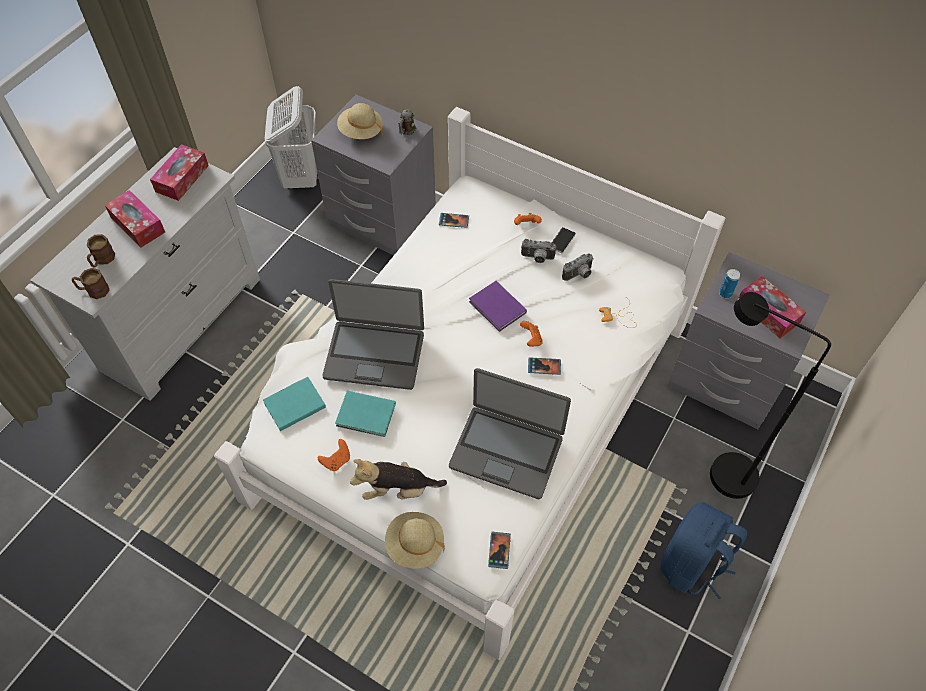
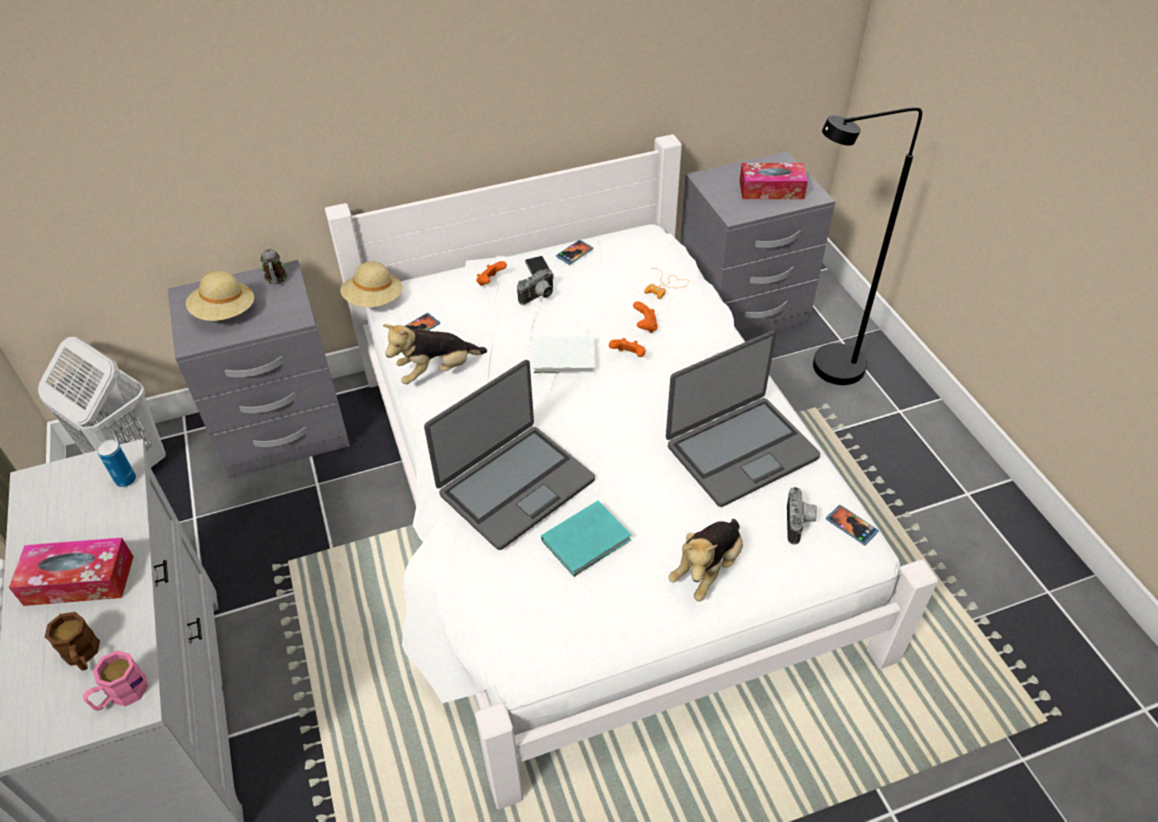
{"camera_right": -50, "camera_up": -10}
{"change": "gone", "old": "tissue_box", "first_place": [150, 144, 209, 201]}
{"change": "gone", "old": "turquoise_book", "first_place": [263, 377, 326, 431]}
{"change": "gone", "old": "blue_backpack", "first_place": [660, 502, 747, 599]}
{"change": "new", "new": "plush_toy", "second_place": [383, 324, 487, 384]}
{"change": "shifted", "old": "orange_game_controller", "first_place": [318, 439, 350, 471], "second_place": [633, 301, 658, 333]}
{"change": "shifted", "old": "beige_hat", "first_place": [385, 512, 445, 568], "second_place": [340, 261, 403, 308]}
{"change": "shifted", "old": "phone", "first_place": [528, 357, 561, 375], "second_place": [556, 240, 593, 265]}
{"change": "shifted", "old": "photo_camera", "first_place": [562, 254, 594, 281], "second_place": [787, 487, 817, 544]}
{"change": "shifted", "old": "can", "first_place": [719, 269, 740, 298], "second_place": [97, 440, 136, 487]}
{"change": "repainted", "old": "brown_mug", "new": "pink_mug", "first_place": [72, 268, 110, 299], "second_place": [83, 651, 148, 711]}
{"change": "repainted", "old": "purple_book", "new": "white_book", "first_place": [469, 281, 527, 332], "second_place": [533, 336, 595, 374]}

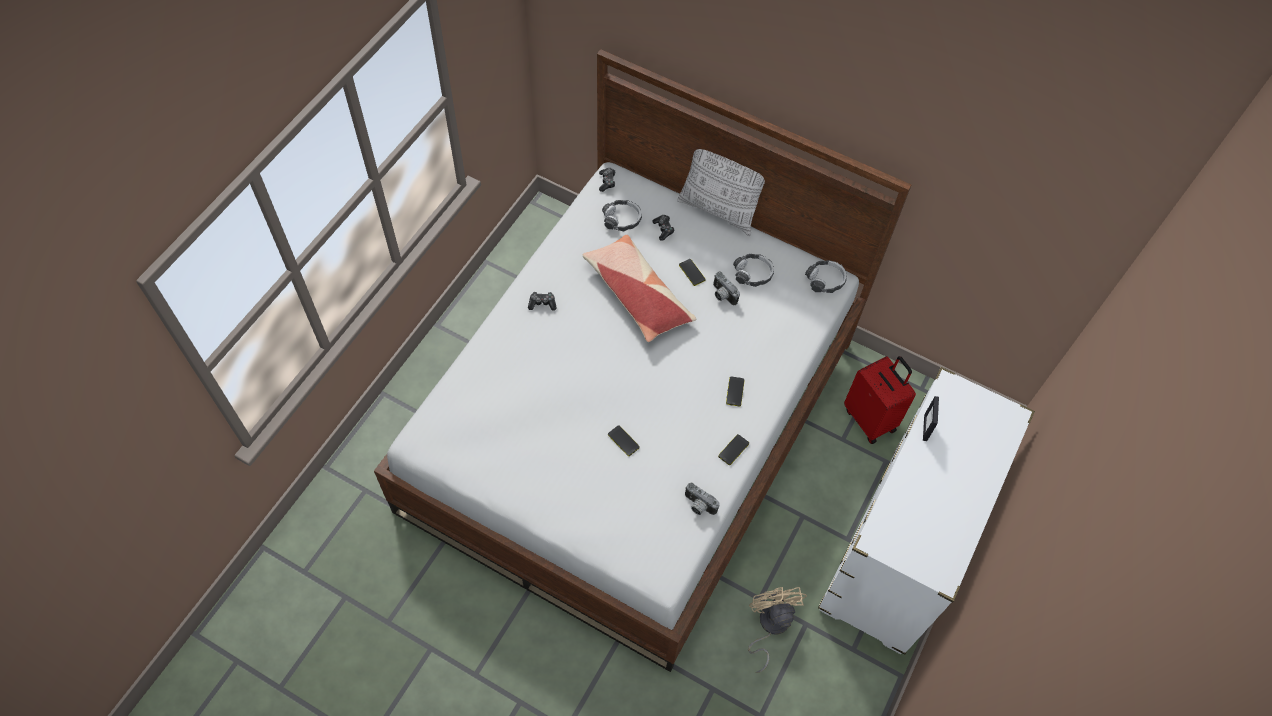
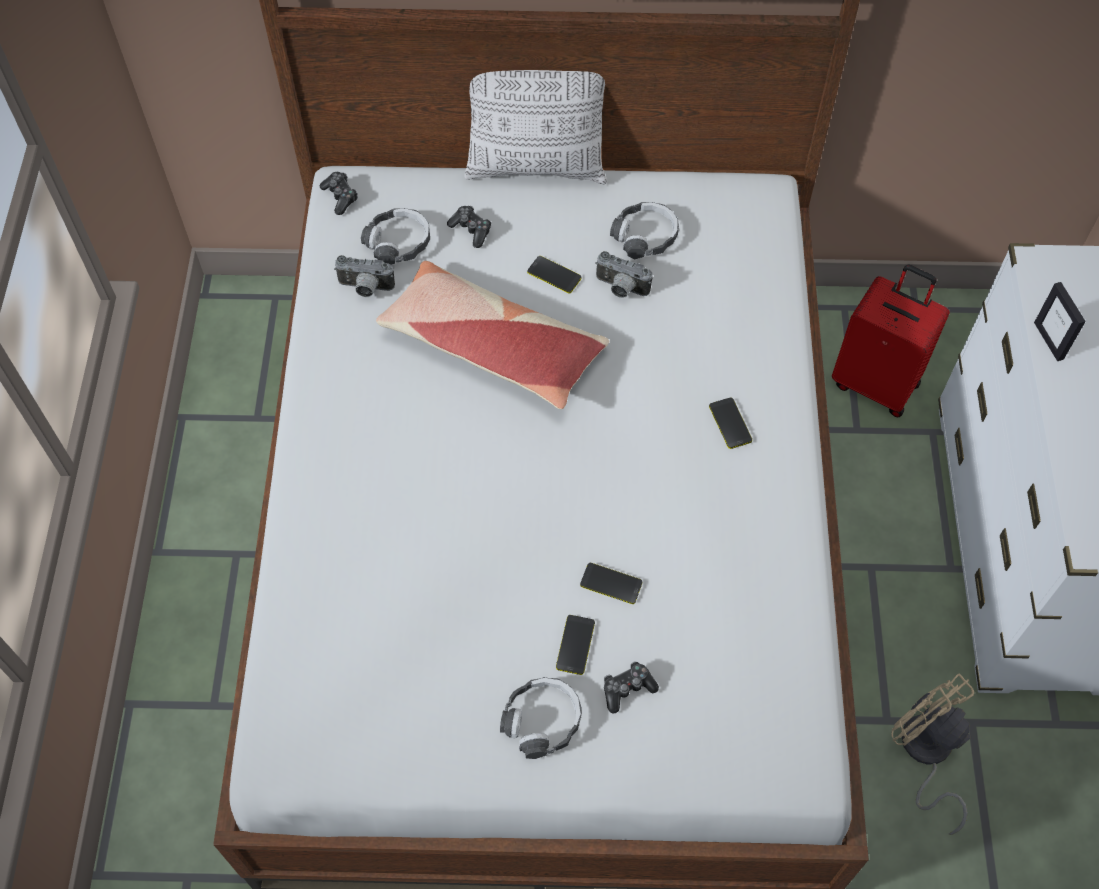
{"camera_right": -25, "camera_up": 0}
{"change": "shifted", "old": "game_controller", "first_place": [528, 292, 556, 311], "second_place": [604, 661, 659, 714]}
{"change": "shifted", "old": "photo_camera", "first_place": [685, 483, 719, 515], "second_place": [334, 255, 395, 297]}
{"change": "shifted", "old": "phone", "first_place": [718, 434, 749, 465], "second_place": [556, 615, 595, 675]}
{"change": "shifted", "old": "headphones", "first_place": [805, 260, 847, 293], "second_place": [500, 677, 582, 759]}

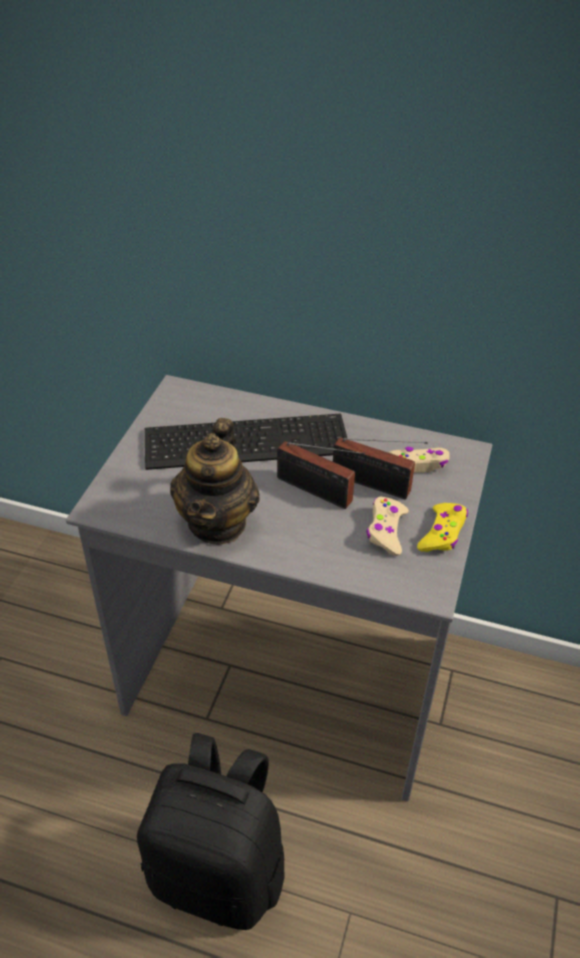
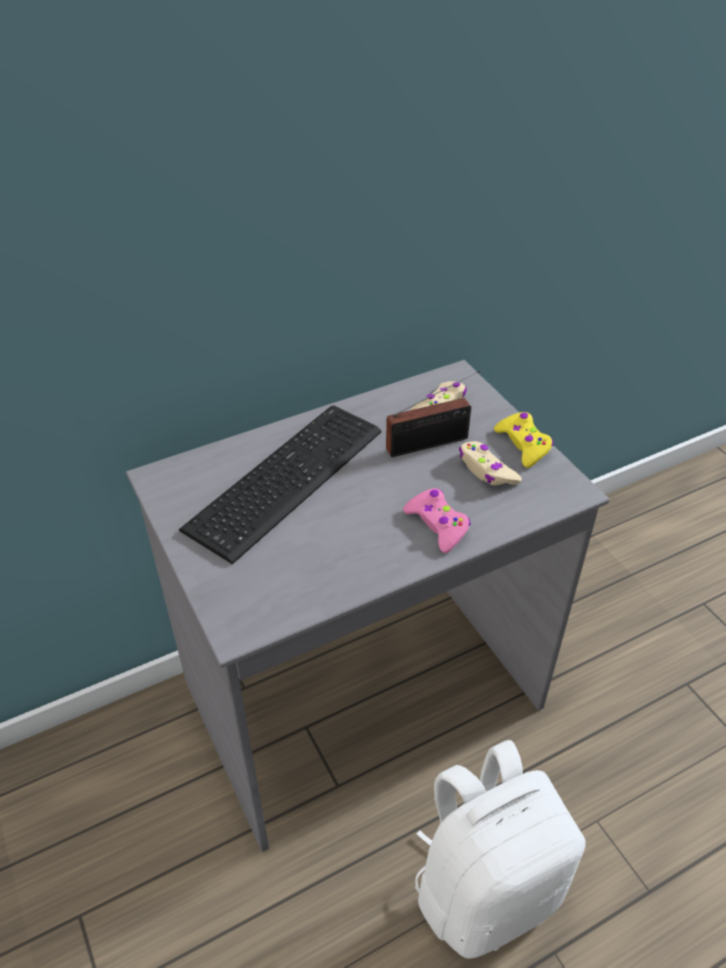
{"camera_right": -45, "camera_up": 0}
{"change": "gone", "old": "teapot", "first_place": [170, 418, 260, 545]}
{"change": "gone", "old": "radio", "first_place": [277, 441, 365, 509]}
{"change": "new", "new": "pink_game_controller", "second_place": [403, 488, 471, 553]}
{"change": "repainted", "old": "black_backpack", "new": "white_backpack", "first_place": [137, 733, 285, 930], "second_place": [415, 740, 586, 959]}

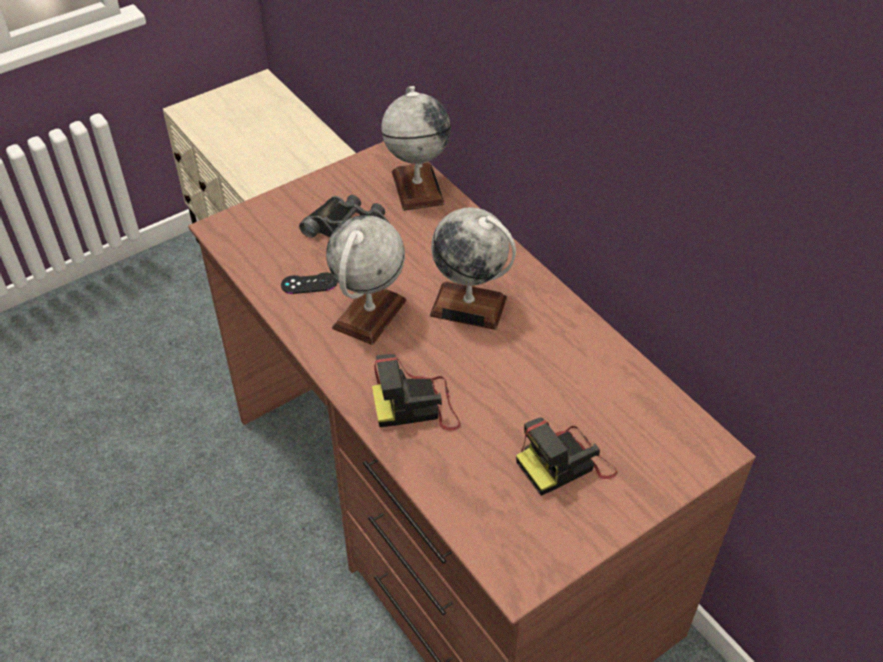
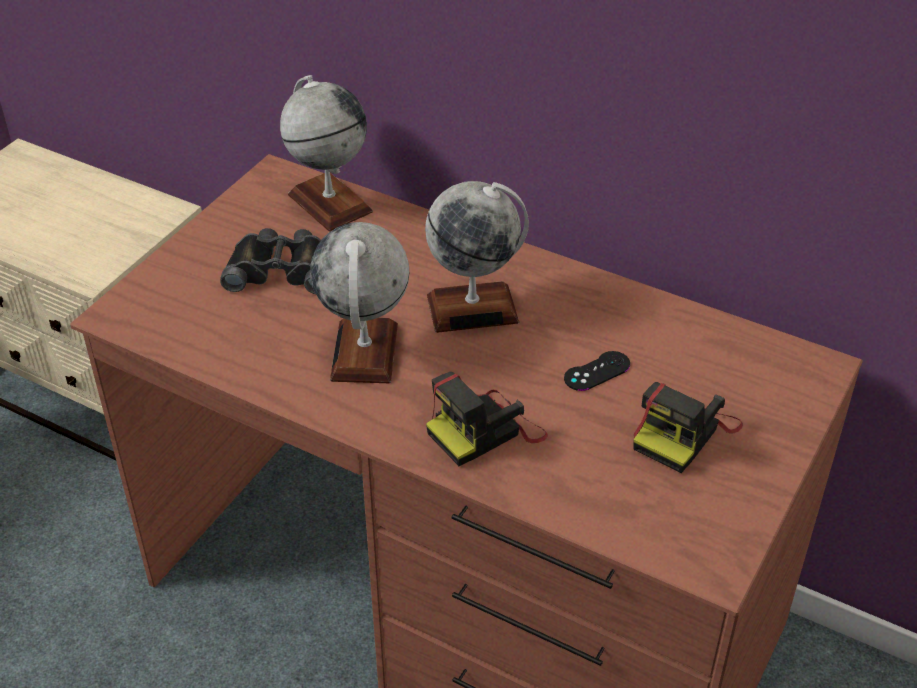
{"camera_right": -25, "camera_up": -5}
{"change": "shifted", "old": "black_game_controller", "first_place": [281, 272, 337, 294], "second_place": [564, 351, 630, 391]}

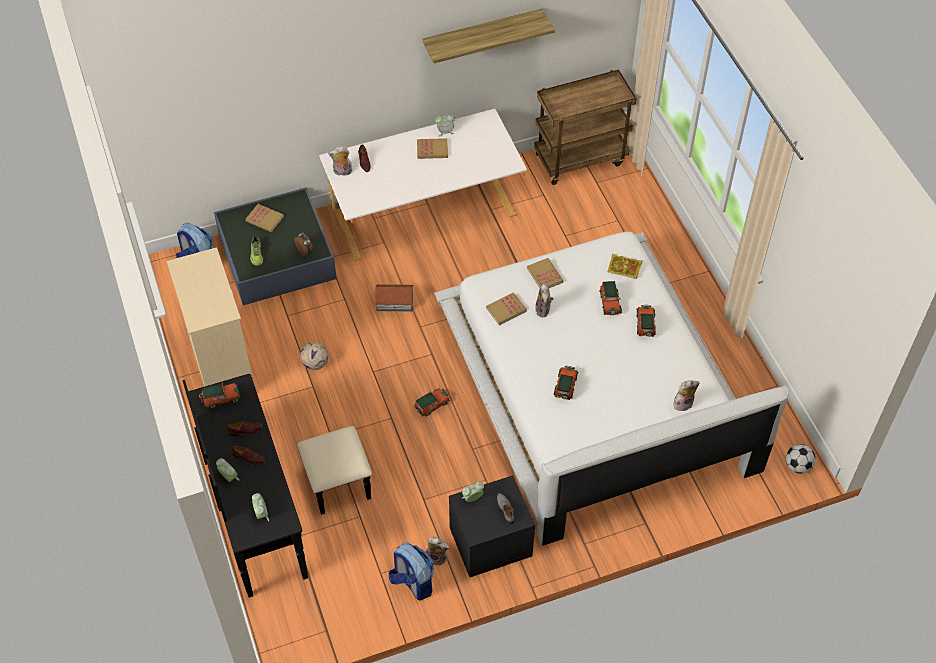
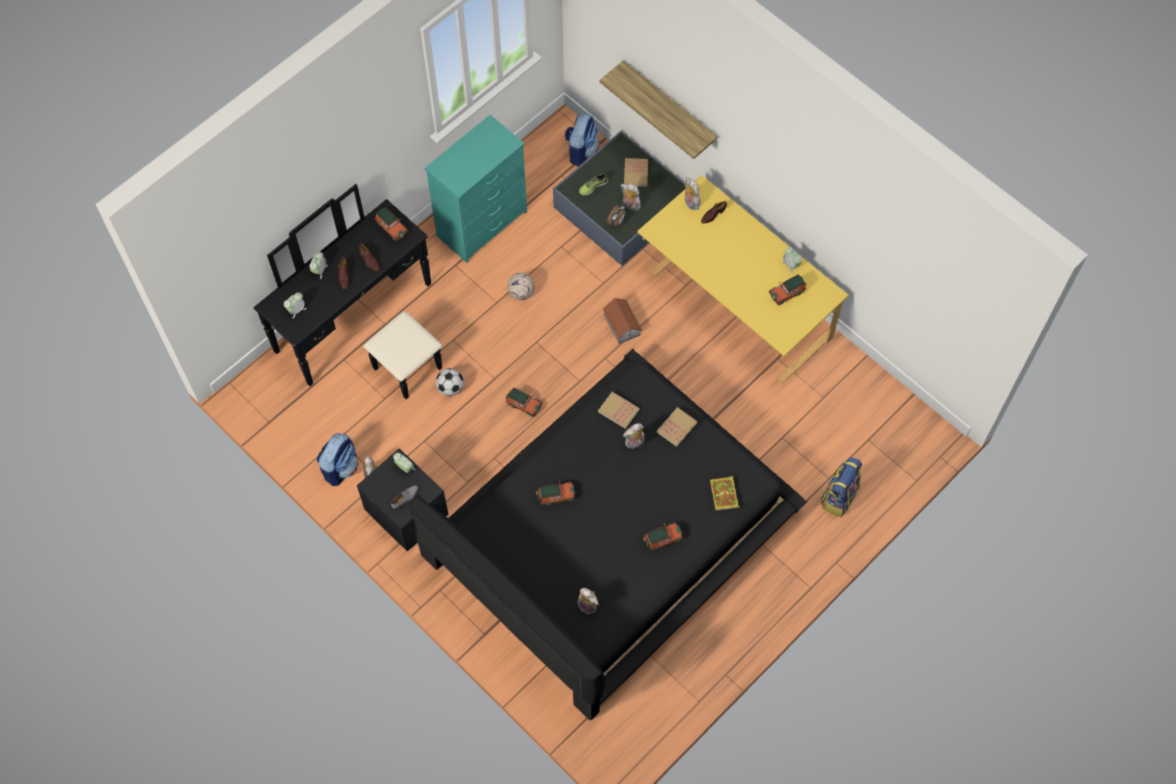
{"camera_right": 65, "camera_up": 10}
{"change": "gone", "old": "book", "first_place": [417, 138, 448, 159]}
{"change": "gone", "old": "brown_cart", "first_place": [534, 70, 636, 185]}
{"change": "new", "new": "plush_toy", "second_place": [621, 184, 641, 211]}
{"change": "new", "new": "backpack", "second_place": [821, 457, 862, 517]}
{"change": "shifted", "old": "shelf", "first_place": [422, 9, 555, 63], "second_place": [600, 61, 718, 159]}
{"change": "shifted", "old": "toy_car", "first_place": [599, 281, 622, 315], "second_place": [769, 274, 807, 306]}
{"change": "shifted", "old": "football", "first_place": [786, 444, 816, 474], "second_place": [436, 368, 464, 396]}
{"change": "repainted", "old": "beige_dresser", "new": "turquoise_dresser", "first_place": [167, 247, 255, 387], "second_place": [425, 115, 527, 263]}
{"change": "repainted", "old": "white_desk", "new": "yellow_desk", "first_place": [319, 109, 527, 261], "second_place": [637, 175, 848, 383]}
{"change": "repainted", "old": "white_bed", "new": "black_bed", "first_place": [434, 232, 788, 546], "second_place": [409, 349, 808, 720]}

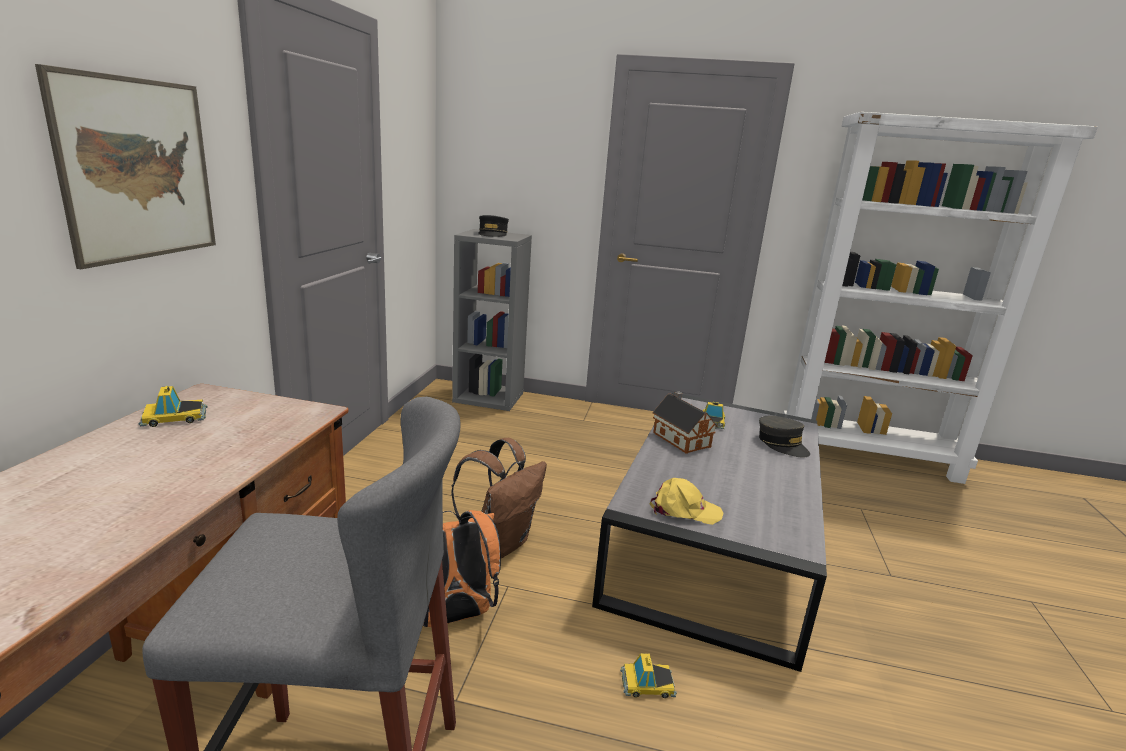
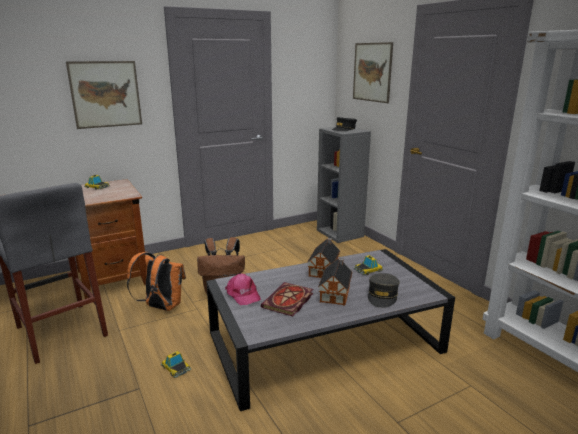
{"camera_right": 50, "camera_up": 0}
{"change": "new", "new": "book", "second_place": [261, 282, 313, 317]}
{"change": "new", "new": "toy_house", "second_place": [318, 258, 352, 305]}
{"change": "new", "new": "picture", "second_place": [353, 42, 393, 103]}
{"change": "repainted", "old": "yellow_cap", "new": "pink_cap", "first_place": [650, 478, 724, 525], "second_place": [225, 273, 261, 305]}

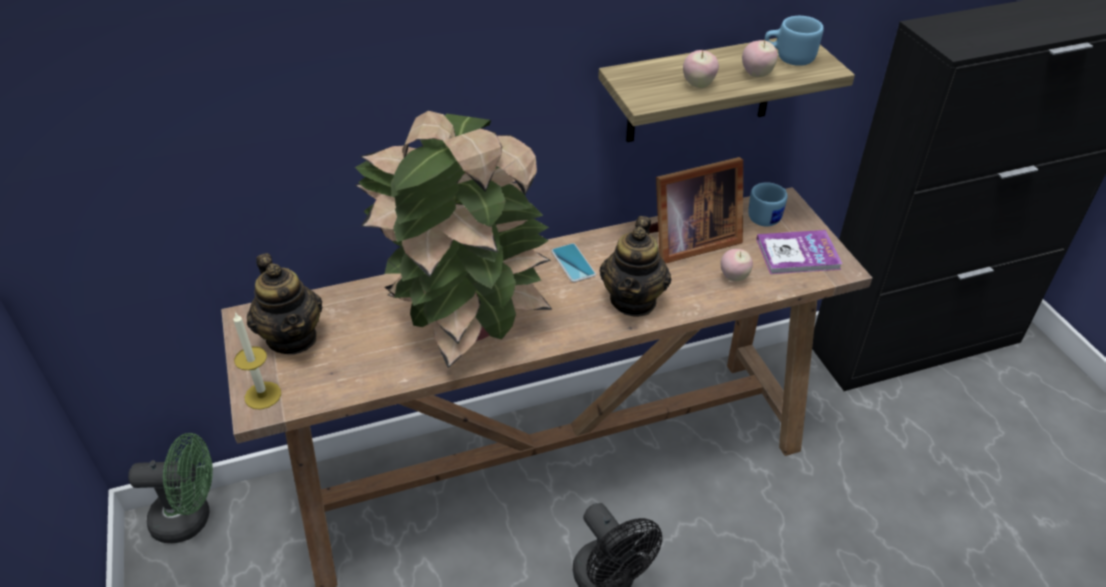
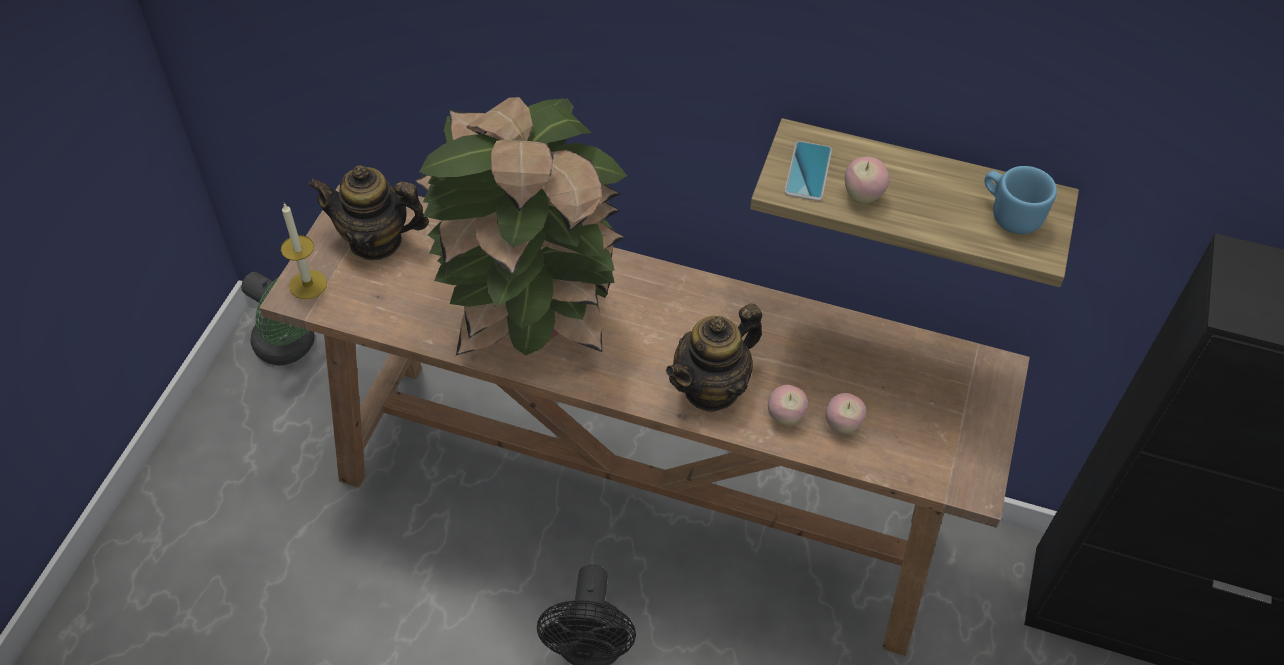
{"camera_right": 35, "camera_up": 10}
{"change": "gone", "old": "picture_frame", "first_place": [649, 157, 743, 264]}
{"change": "gone", "old": "blue_mug", "first_place": [748, 182, 788, 226]}
{"change": "gone", "old": "book", "first_place": [756, 230, 843, 274]}
{"change": "shifted", "old": "phone", "first_place": [551, 243, 596, 282], "second_place": [784, 141, 832, 201]}
{"change": "shifted", "old": "apple", "first_place": [742, 39, 777, 77], "second_place": [768, 385, 808, 426]}
{"change": "rotated", "old": "teapot", "first_place": [247, 253, 322, 354], "second_place": [308, 165, 429, 260], "degrees": 90}

